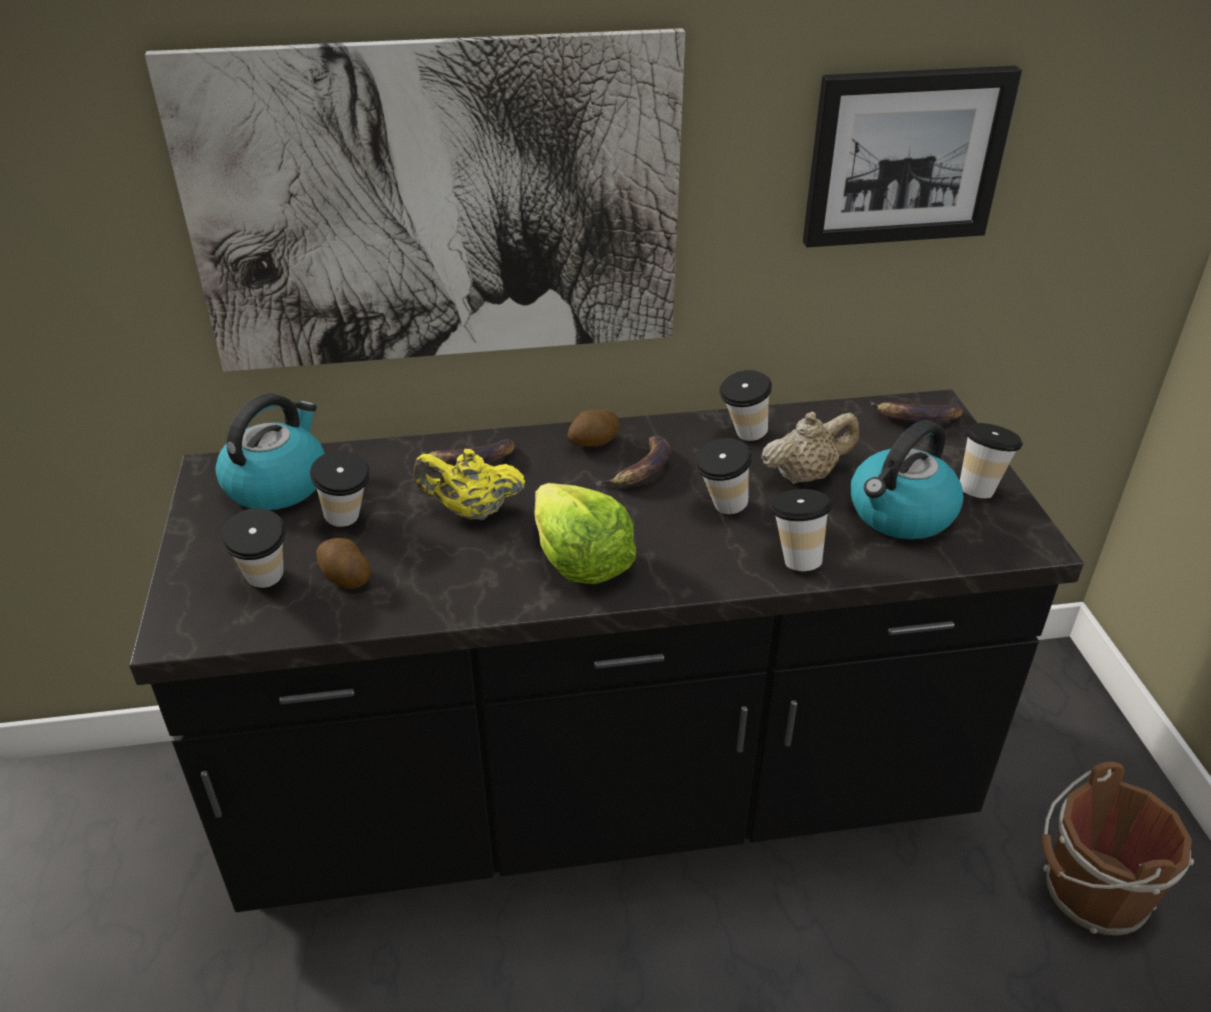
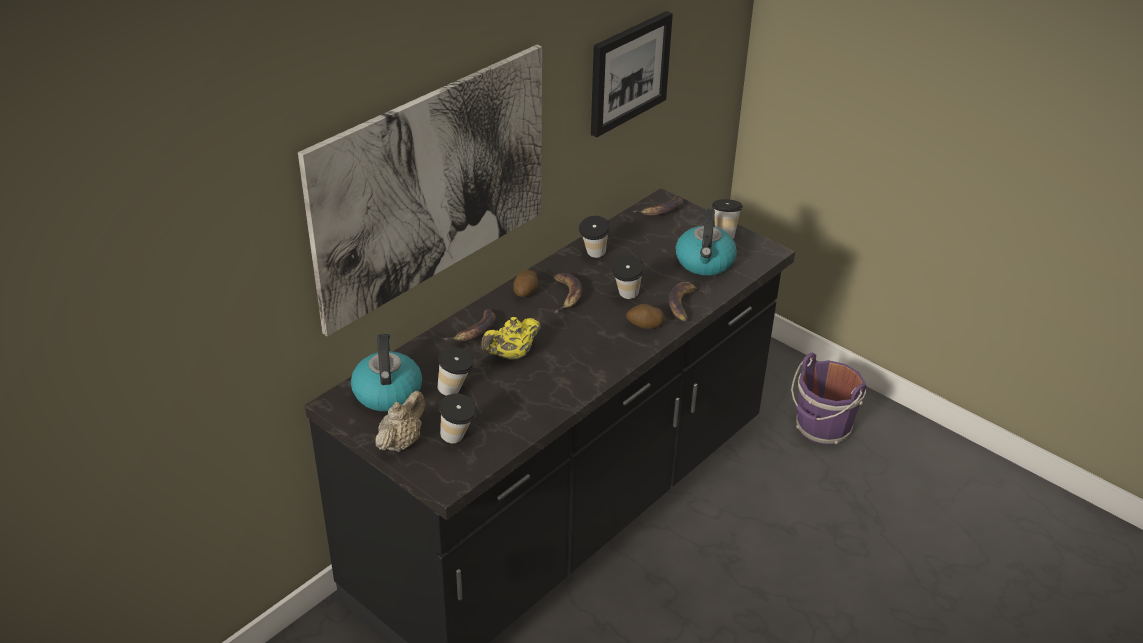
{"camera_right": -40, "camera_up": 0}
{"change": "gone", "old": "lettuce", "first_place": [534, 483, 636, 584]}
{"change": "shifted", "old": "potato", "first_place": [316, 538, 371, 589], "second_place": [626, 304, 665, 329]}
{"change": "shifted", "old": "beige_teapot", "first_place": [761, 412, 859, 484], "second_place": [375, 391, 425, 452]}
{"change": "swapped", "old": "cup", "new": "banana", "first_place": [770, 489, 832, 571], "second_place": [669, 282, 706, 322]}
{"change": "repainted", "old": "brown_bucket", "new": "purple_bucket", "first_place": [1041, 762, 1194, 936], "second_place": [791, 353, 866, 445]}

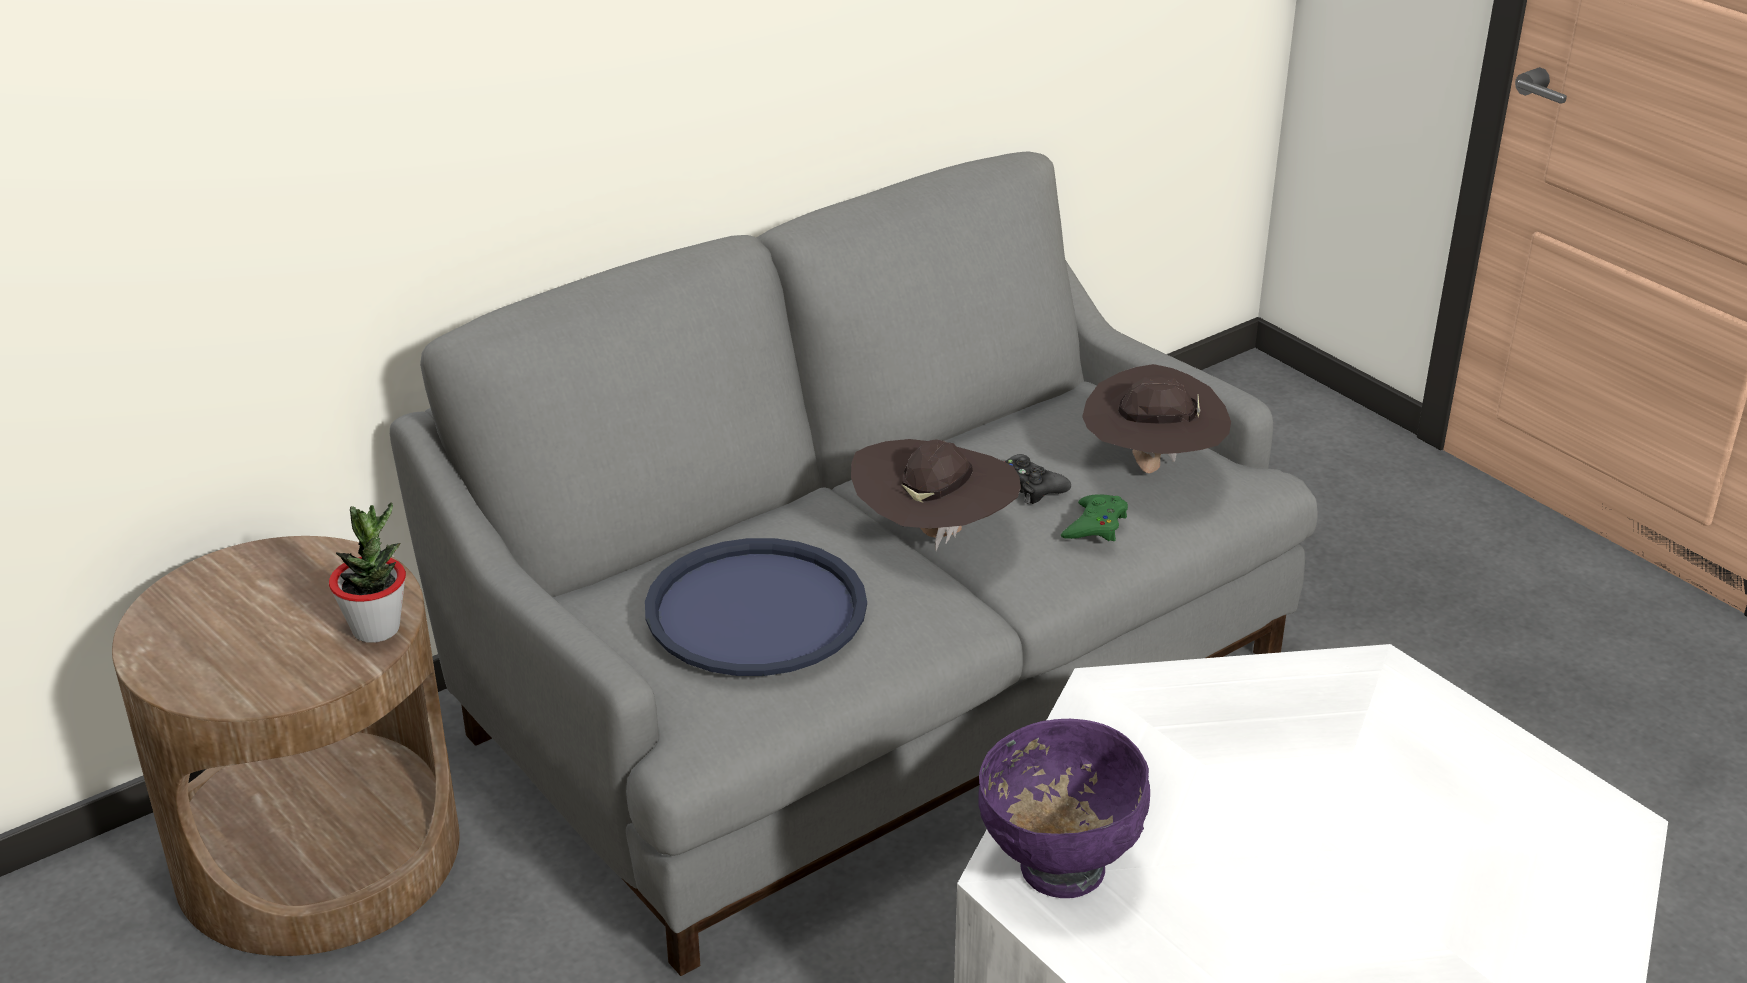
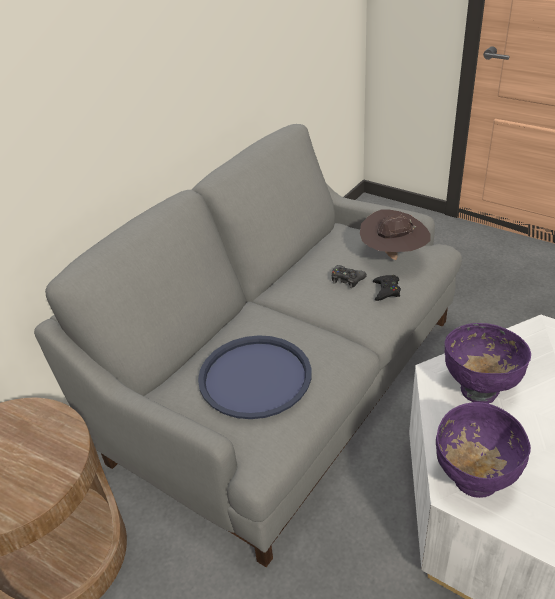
{"camera_right": -15, "camera_up": 5}
{"change": "gone", "old": "potted_plant", "first_place": [329, 502, 406, 643]}
{"change": "gone", "old": "brown_hat", "first_place": [851, 439, 1021, 551]}
{"change": "new", "new": "purple_bowl", "second_place": [445, 323, 531, 404]}
{"change": "repainted", "old": "green_game_controller", "new": "black_game_controller", "first_place": [1061, 494, 1128, 541], "second_place": [373, 275, 401, 301]}

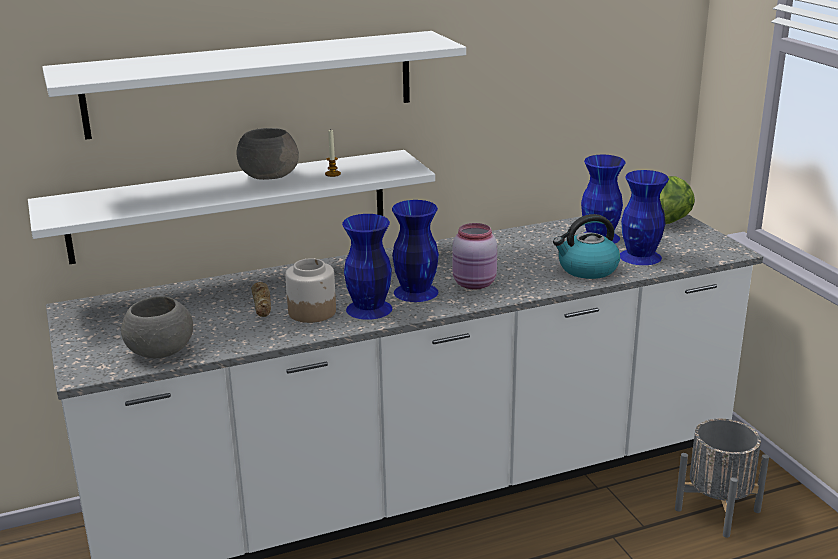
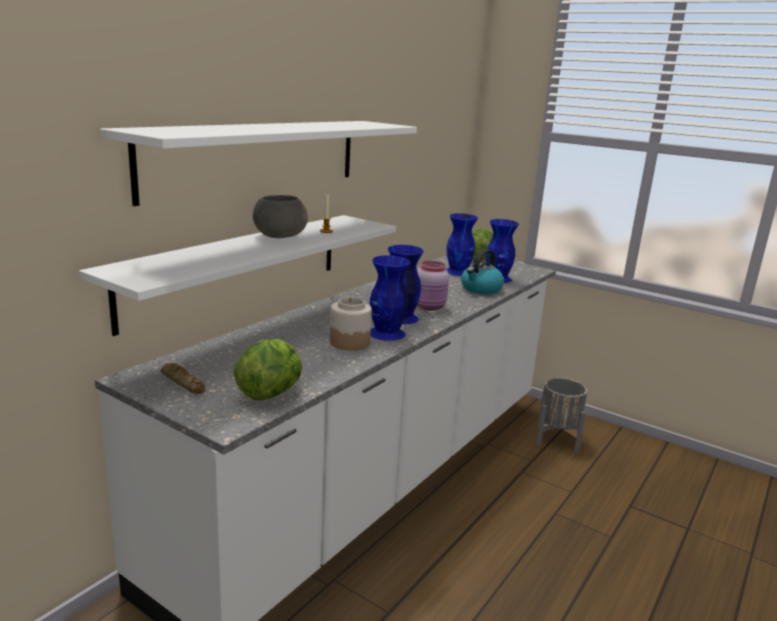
{"camera_right": -35, "camera_up": -5}
{"change": "shifted", "old": "bread", "first_place": [251, 282, 271, 317], "second_place": [161, 363, 206, 394]}
{"change": "swapped", "old": "grey_bowl", "new": "lettuce", "first_place": [121, 296, 193, 358], "second_place": [234, 339, 302, 400]}

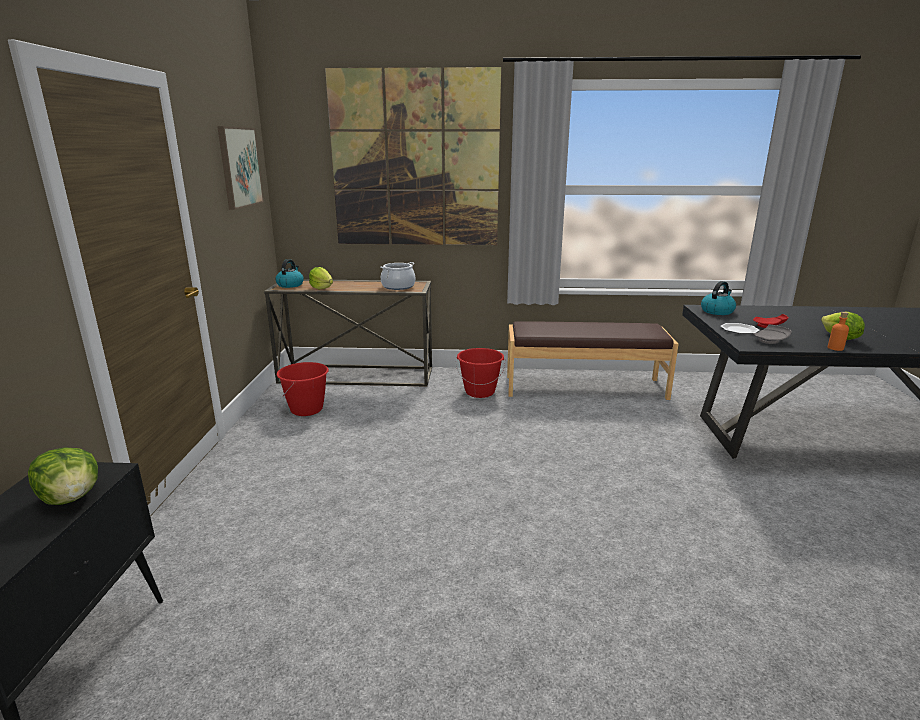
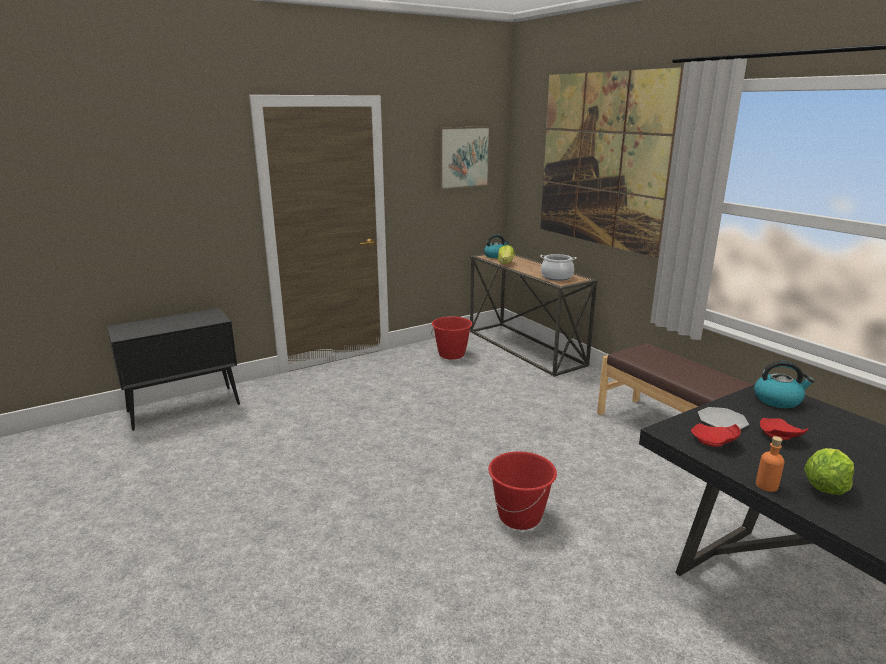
{"camera_right": 55, "camera_up": 0}
{"change": "gone", "old": "lettuce", "first_place": [28, 448, 98, 505]}
{"change": "shifted", "old": "red_bucket", "first_place": [456, 348, 505, 398], "second_place": [488, 451, 557, 530]}
{"change": "repainted", "old": "grey_plate", "new": "red_plate", "first_place": [753, 325, 792, 344], "second_place": [691, 424, 741, 447]}

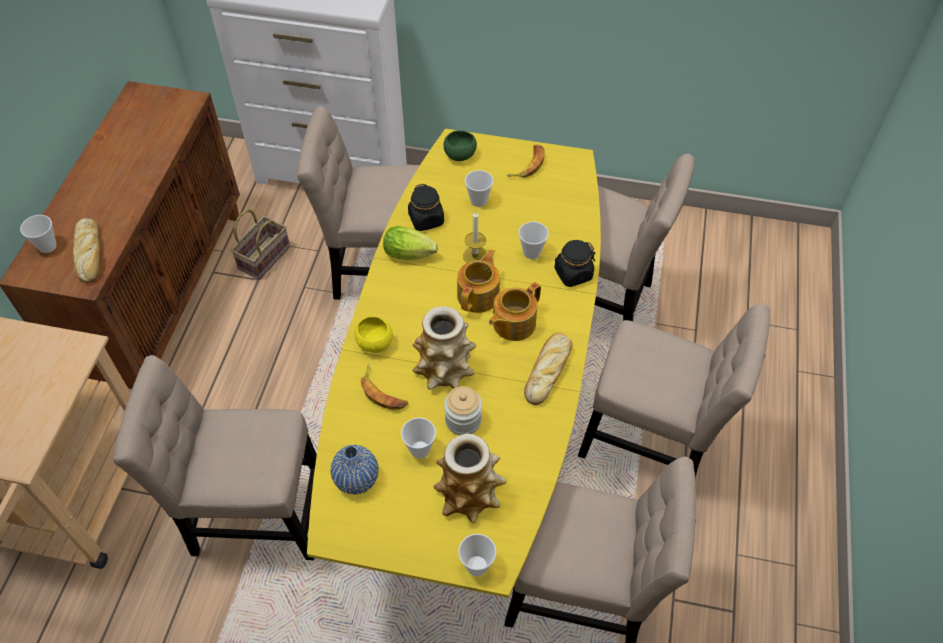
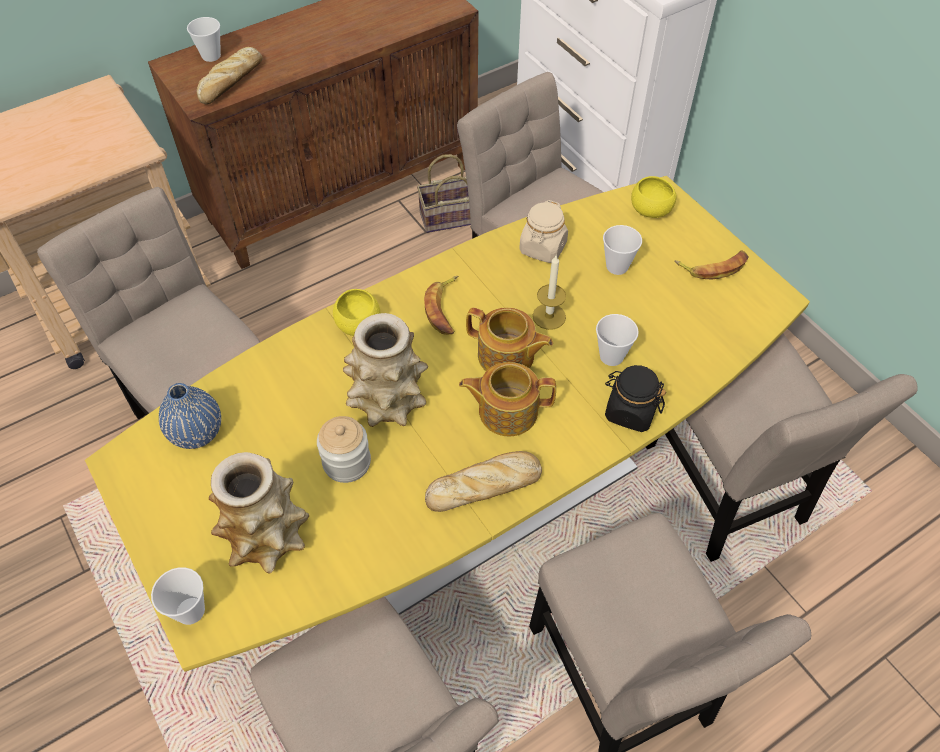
{"camera_right": 45, "camera_up": 0}
{"change": "gone", "old": "lettuce", "first_place": [383, 226, 438, 260]}
{"change": "gone", "old": "cup", "first_place": [401, 418, 436, 459]}
{"change": "shifted", "old": "banana", "first_place": [360, 364, 408, 410], "second_place": [424, 276, 458, 335]}
{"change": "repainted", "old": "black_jar", "new": "beige_jar", "first_place": [408, 184, 444, 231], "second_place": [519, 200, 568, 263]}
{"change": "repainted", "old": "green_bowl", "new": "yellow_bowl", "first_place": [443, 130, 477, 161], "second_place": [631, 176, 676, 218]}
{"change": "rotated", "old": "teapot", "first_place": [457, 249, 500, 313], "second_place": [466, 307, 553, 371], "degrees": 45}

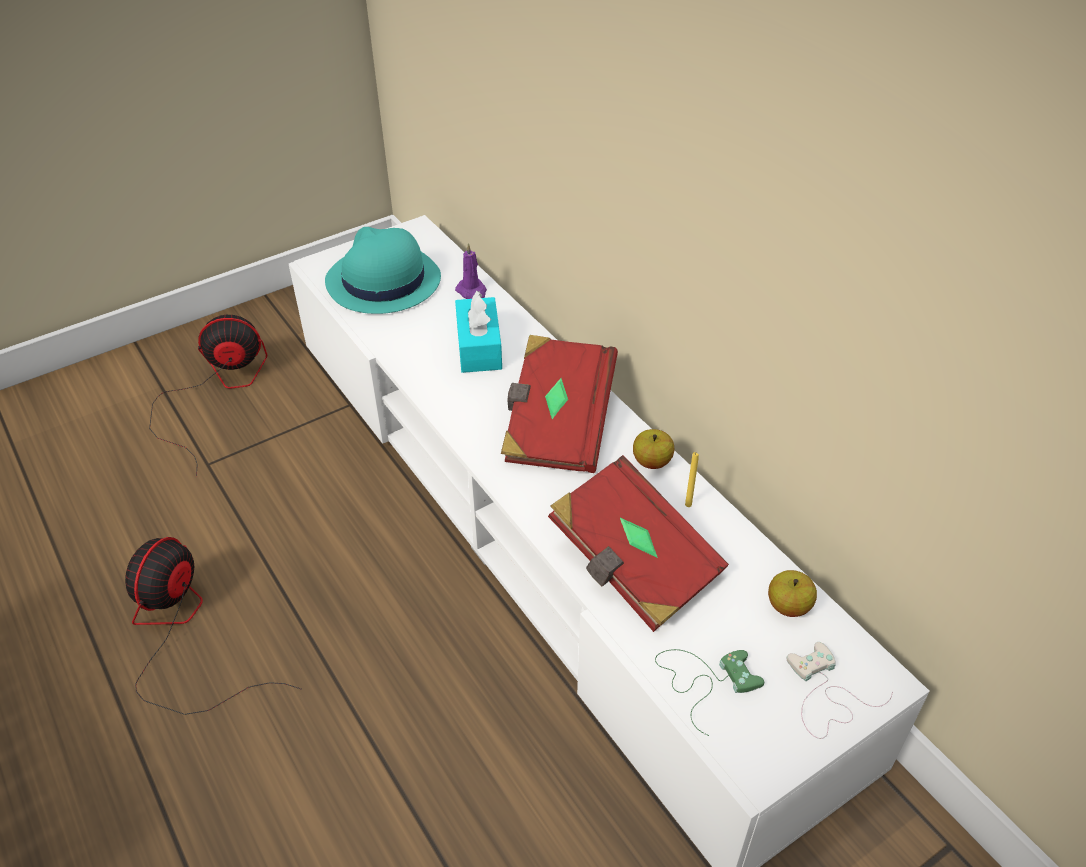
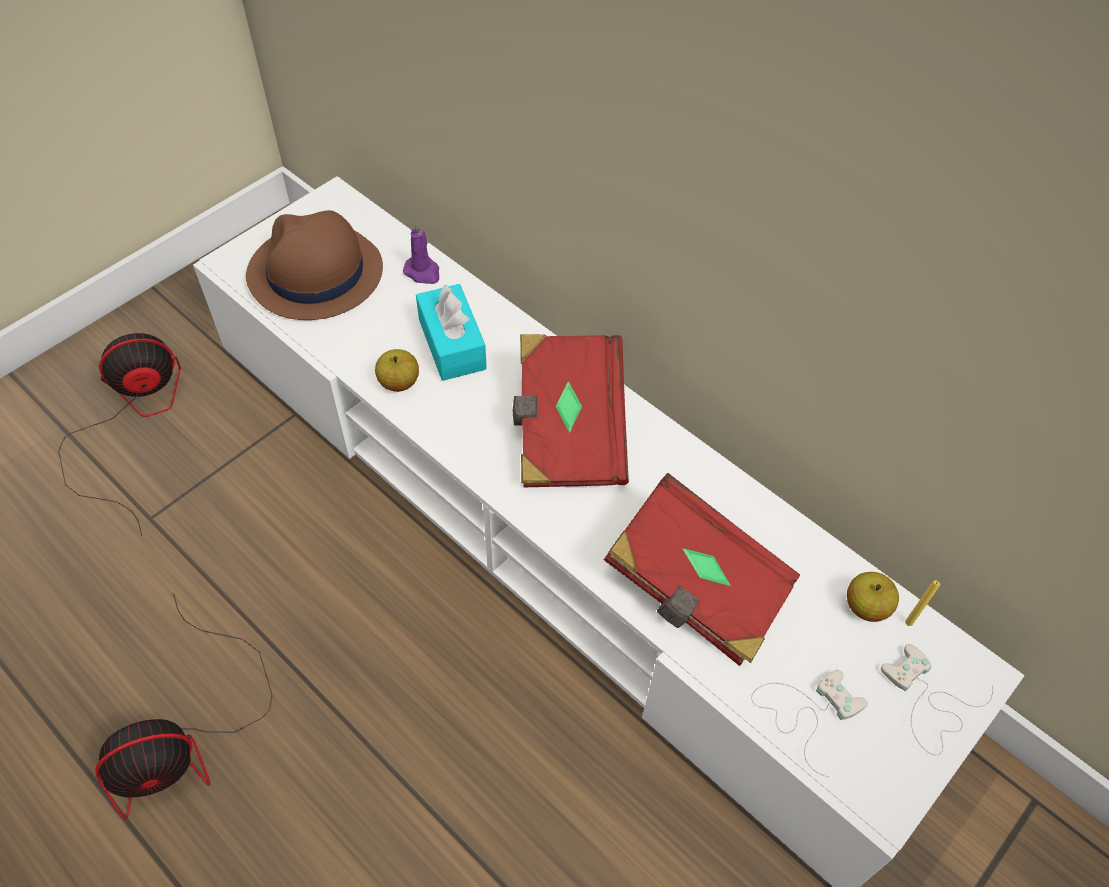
{"camera_right": -15, "camera_up": 10}
{"change": "shifted", "old": "apple", "first_place": [633, 429, 674, 469], "second_place": [375, 349, 419, 392]}
{"change": "shifted", "old": "yellow_candle", "first_place": [685, 452, 699, 507], "second_place": [905, 580, 940, 626]}
{"change": "repainted", "old": "turquoise_hat", "new": "brown_hat", "first_place": [325, 227, 441, 314], "second_place": [246, 210, 383, 320]}
{"change": "repainted", "old": "green_game_controller", "new": "white_game_controller", "first_place": [655, 649, 764, 736], "second_place": [751, 670, 868, 777]}
{"change": "rotated", "old": "fan", "first_place": [125, 537, 302, 715], "second_place": [95, 593, 273, 819], "degrees": -120}

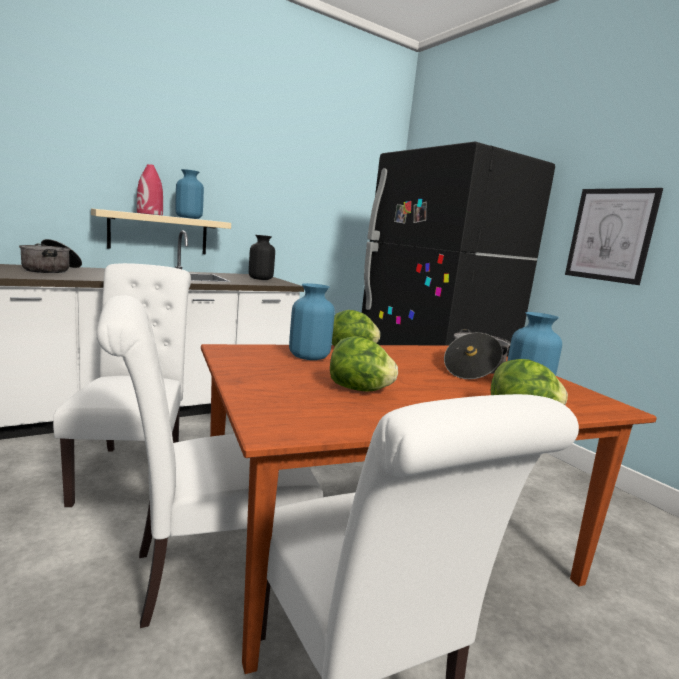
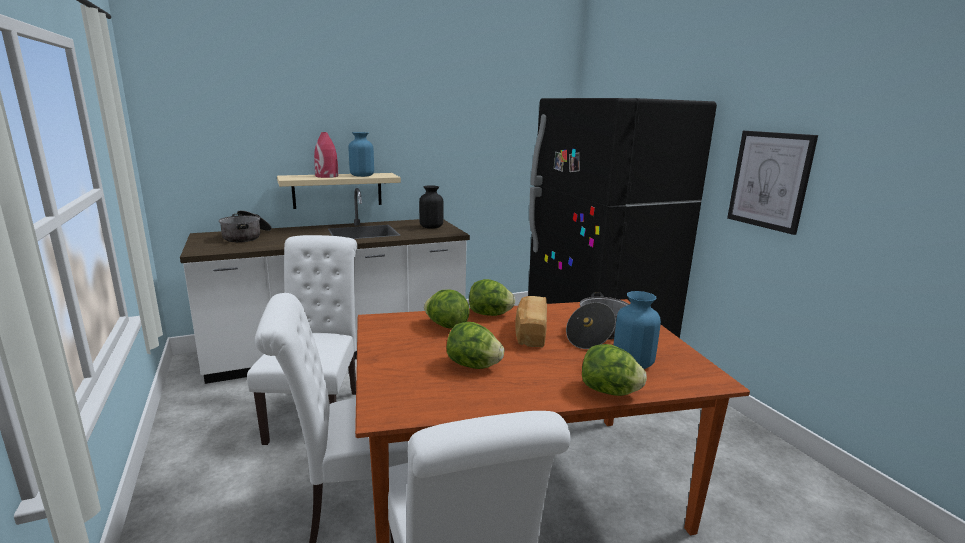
{"camera_right": 10, "camera_up": 5}
{"change": "new", "new": "bread", "second_place": [515, 296, 547, 348]}
{"change": "swapped", "old": "blue_vase", "new": "lettuce", "first_place": [289, 283, 335, 360], "second_place": [424, 290, 470, 328]}

